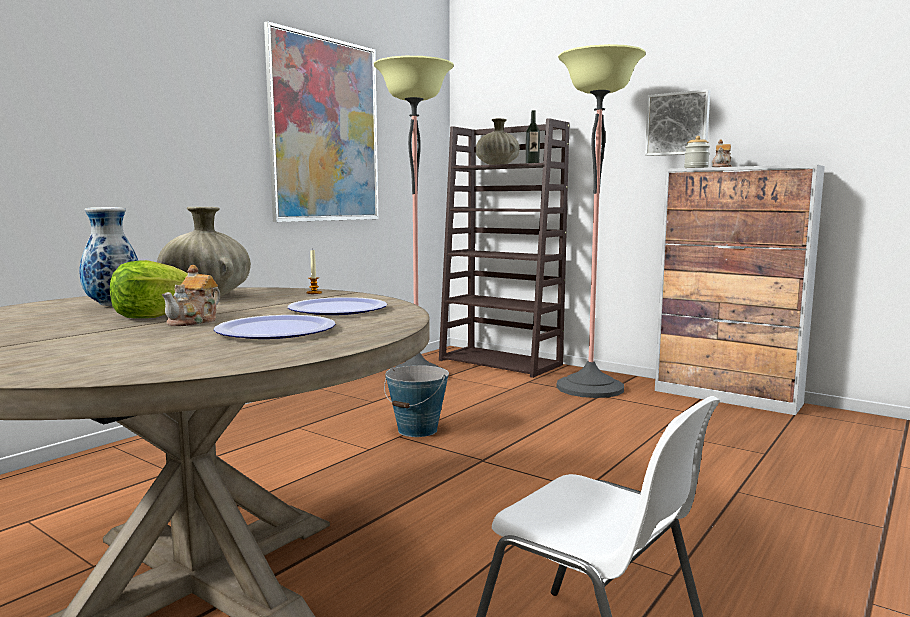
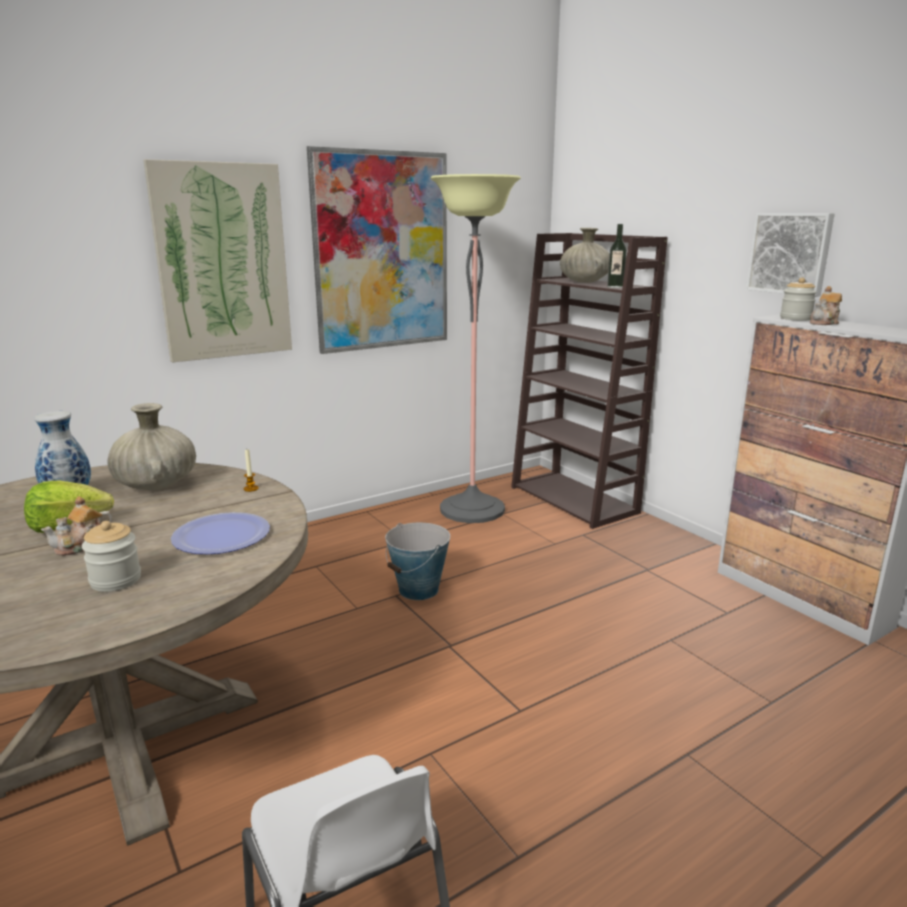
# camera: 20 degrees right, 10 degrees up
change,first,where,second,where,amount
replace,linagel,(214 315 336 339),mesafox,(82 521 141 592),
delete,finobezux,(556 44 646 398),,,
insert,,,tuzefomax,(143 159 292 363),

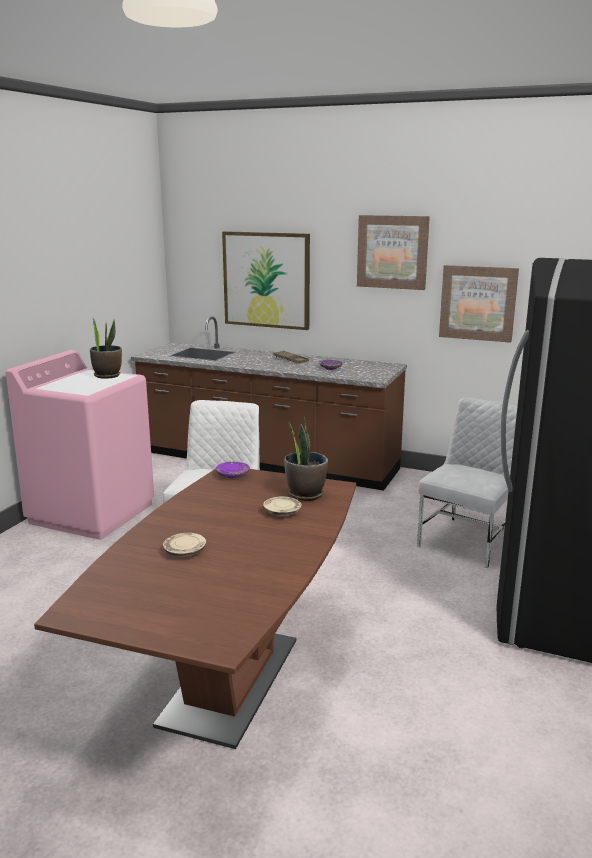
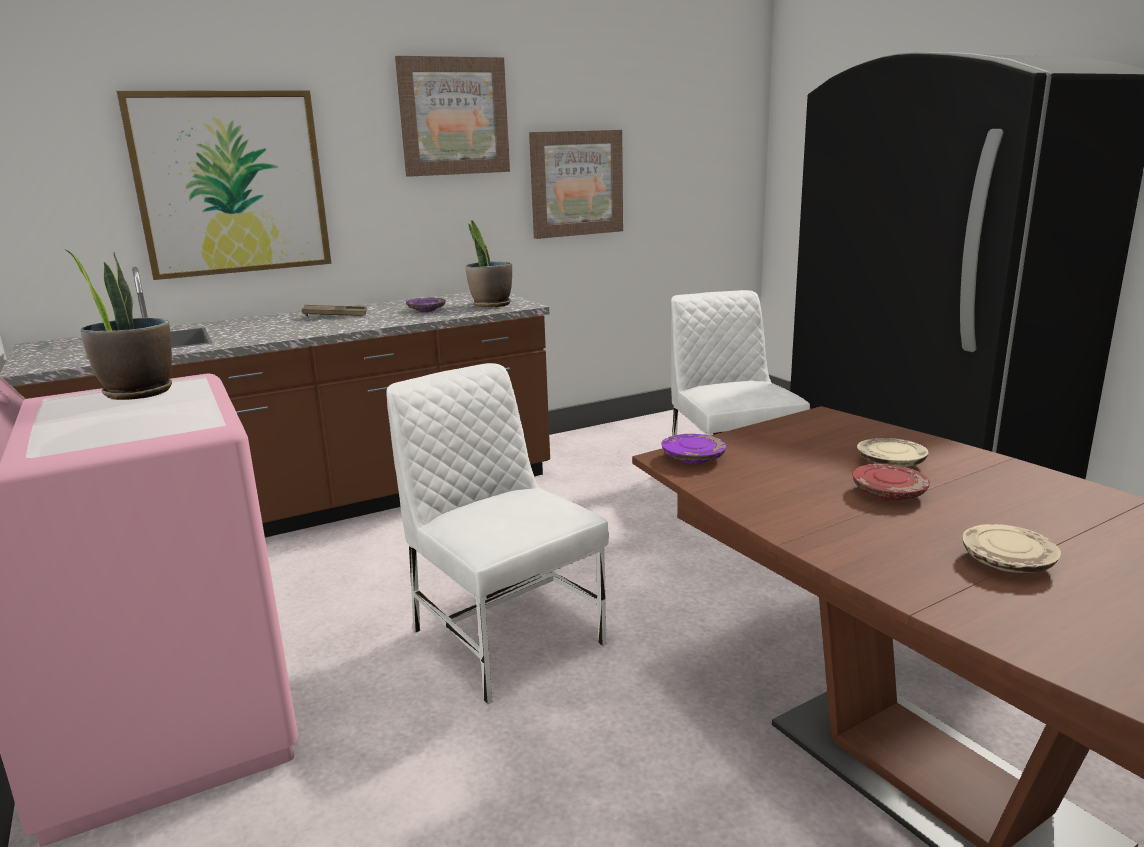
# camera: 50 degrees left, 0 degrees up
change,first,where,second,where,amount
move,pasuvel,(284 417 328 501),,(465 220 512 308),
insert,,,red linagel,(852 464 930 500),

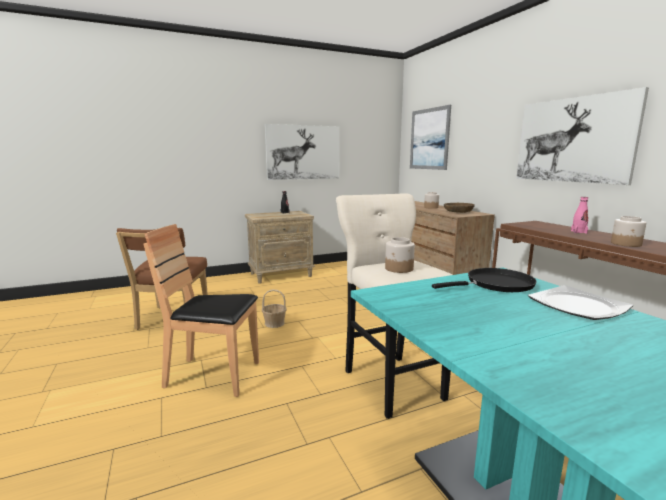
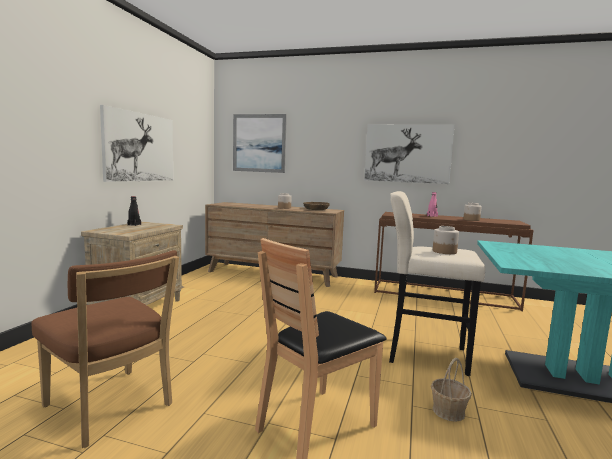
# camera: 50 degrees left, 5 degrees down
change,first,where,second,where,amount
move,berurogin,(262 289 287 328),,(431 358 472 422),
delete,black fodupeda,(432 268 537 292),,,
delete,linagel,(528 285 634 320),,,

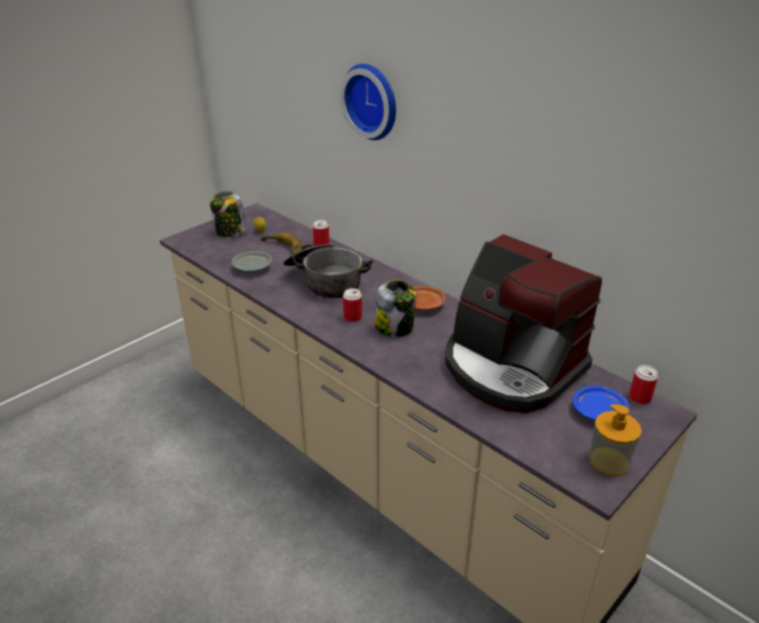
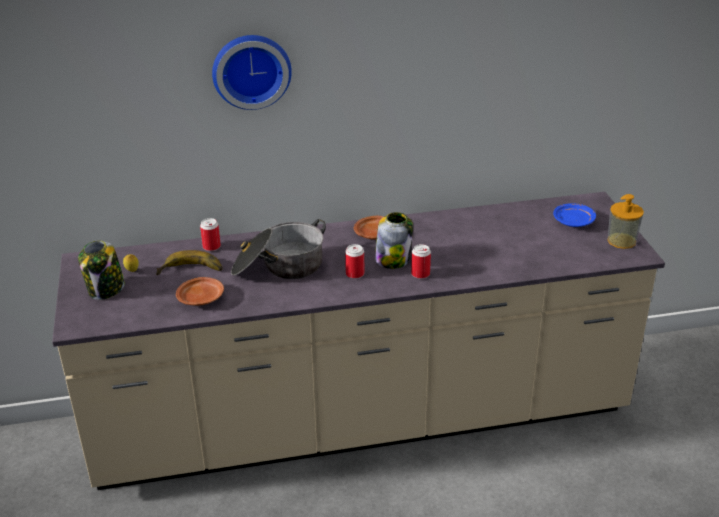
# camera: 55 degrees left, 0 degrees up
change,first,where,second,where,amount
recolor,grey linagel,(231 251 272 272),brown linagel,(176 277 224 306),
delete,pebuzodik,(445 234 602 413),,,
move,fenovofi,(629 365 658 404),,(411 244 431 279),

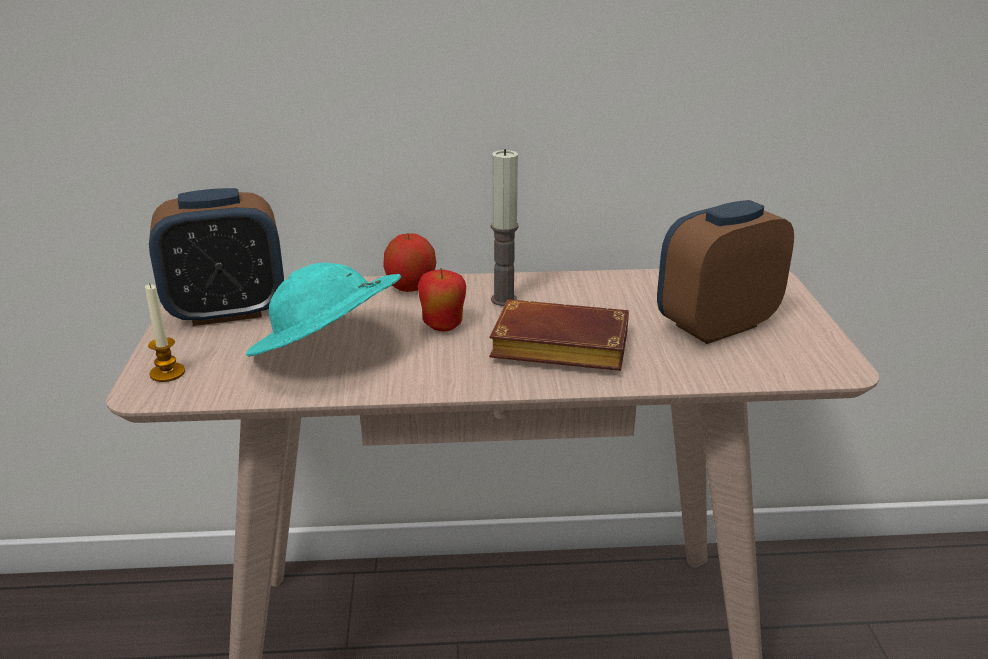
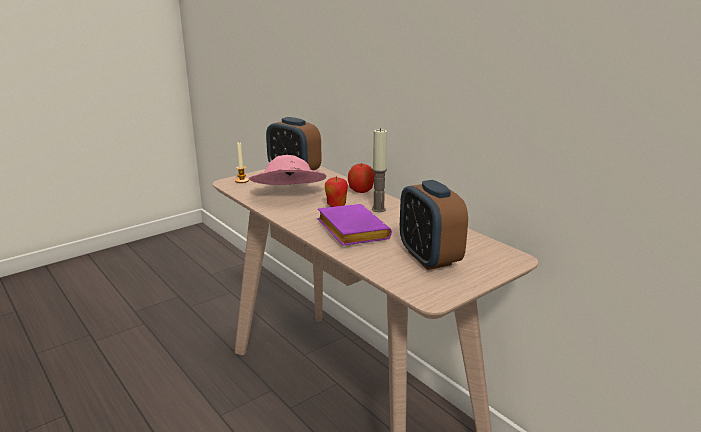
# camera: 55 degrees right, 5 degrees down
change,first,where,second,where,amount
recolor,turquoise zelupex,(246 263 401 357),pink zelupex,(249 155 326 185),
recolor,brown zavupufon,(489 299 629 371),purple zavupufon,(317 204 392 246),
rotate,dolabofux,(657 200 794 344),,(400 180 468 270),135 degrees counterclockwise

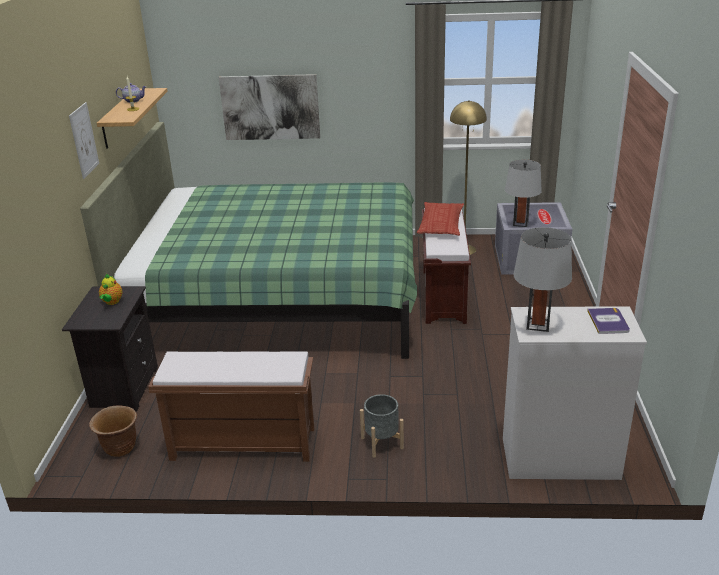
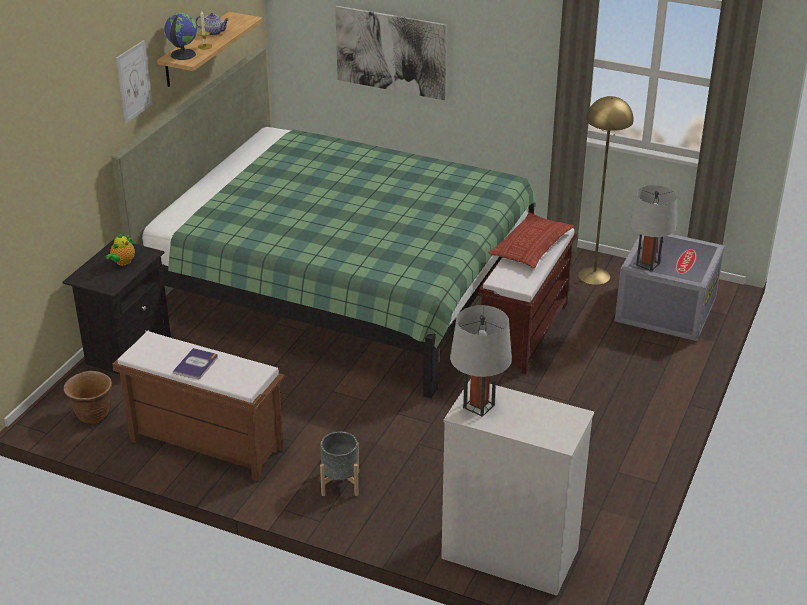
# camera: 20 degrees right, 5 degrees up
change,first,where,second,where,amount
move,zavupufon,(587 308 630 334),,(173 348 218 379),
insert,,,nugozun,(165 13 197 60),

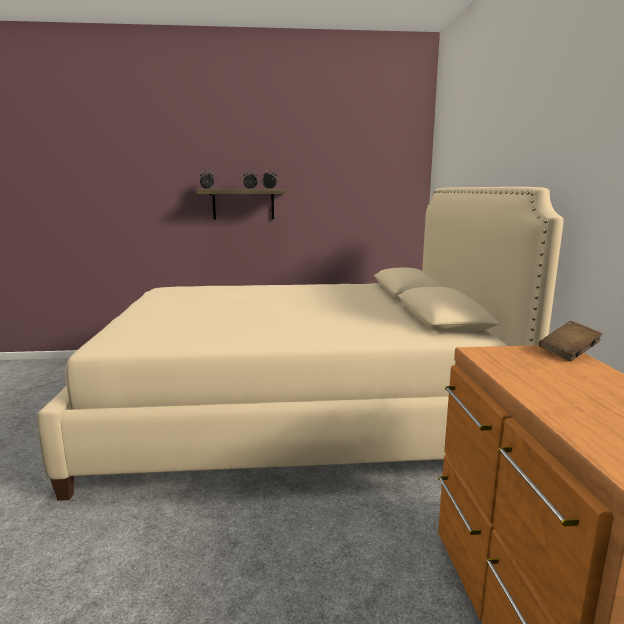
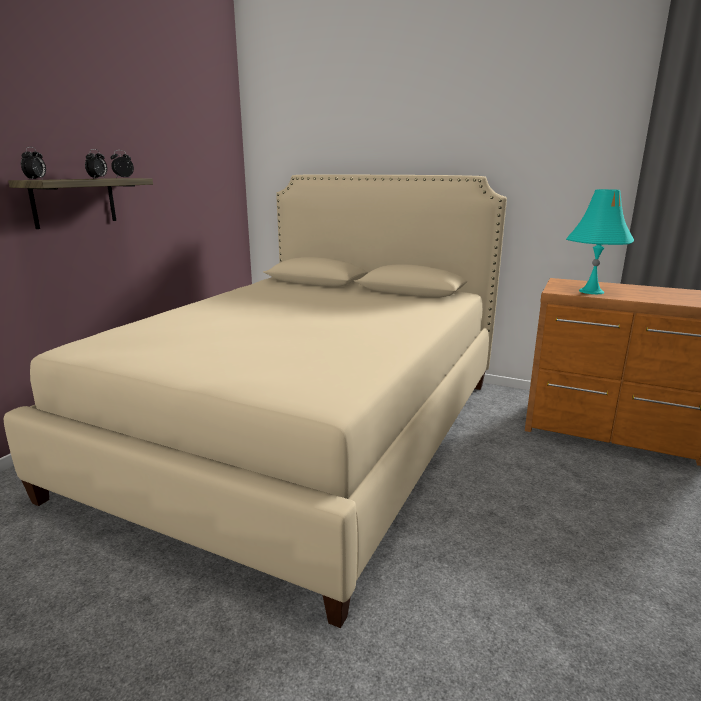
# camera: 60 degrees left, 5 degrees up
change,first,where,second,where,amount
delete,brown zavupufon,(539 321 603 361),,,
insert,,,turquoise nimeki,(566 189 634 294),

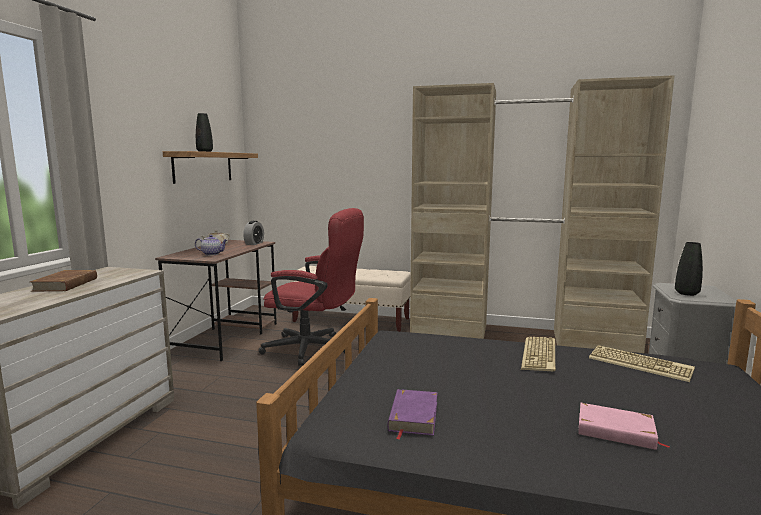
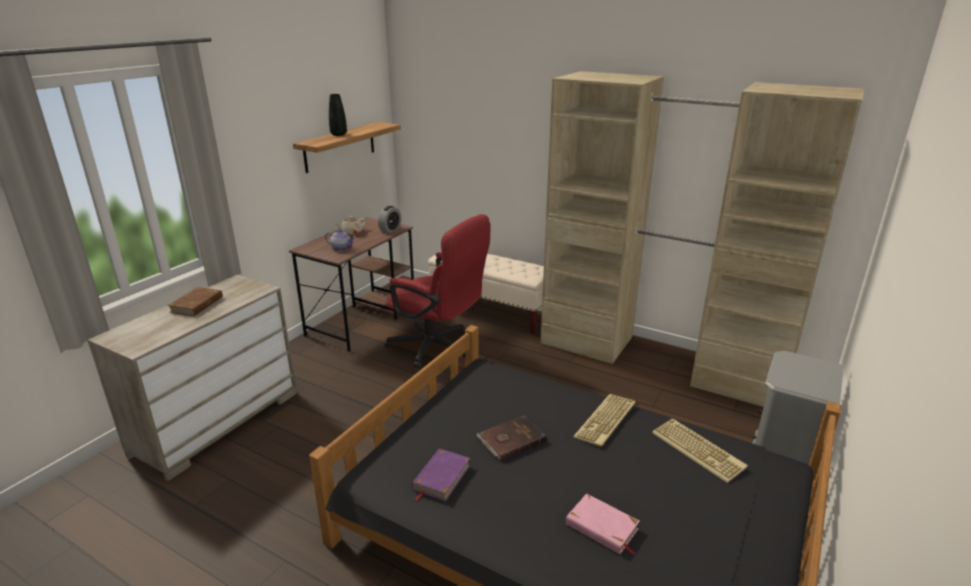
# camera: 15 degrees right, 15 degrees up
change,first,where,second,where,amount
delete,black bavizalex,(675 242 703 296),,,
insert,,,brown zavupufon,(477 415 547 461),

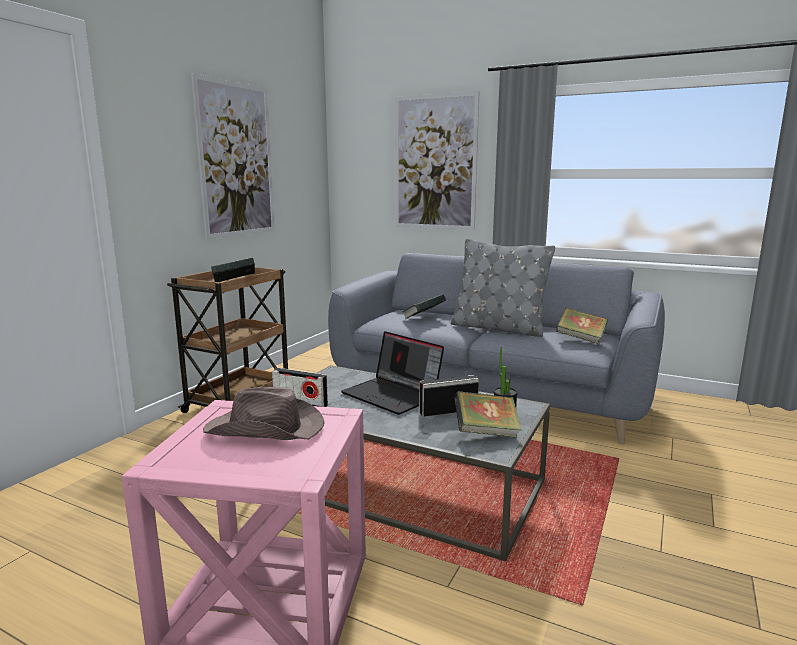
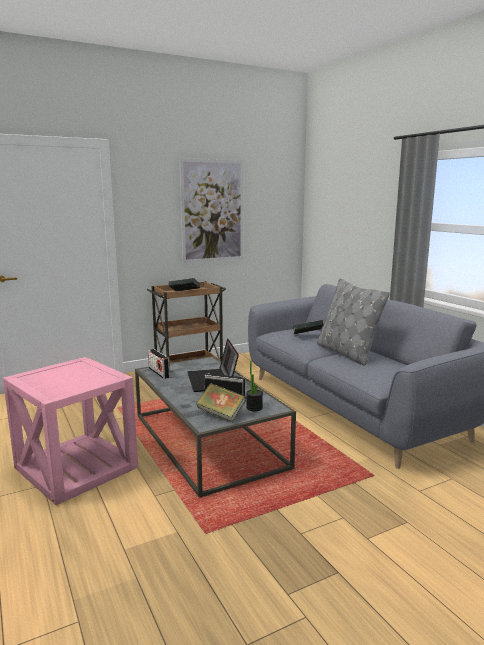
# camera: 35 degrees right, 0 degrees up
change,first,where,second,where,amount
delete,brown zelupex,(203 387 325 440),,,
delete,tuzefomax,(395 91 480 230),,,
delete,zavupufon,(556 308 608 344),,,

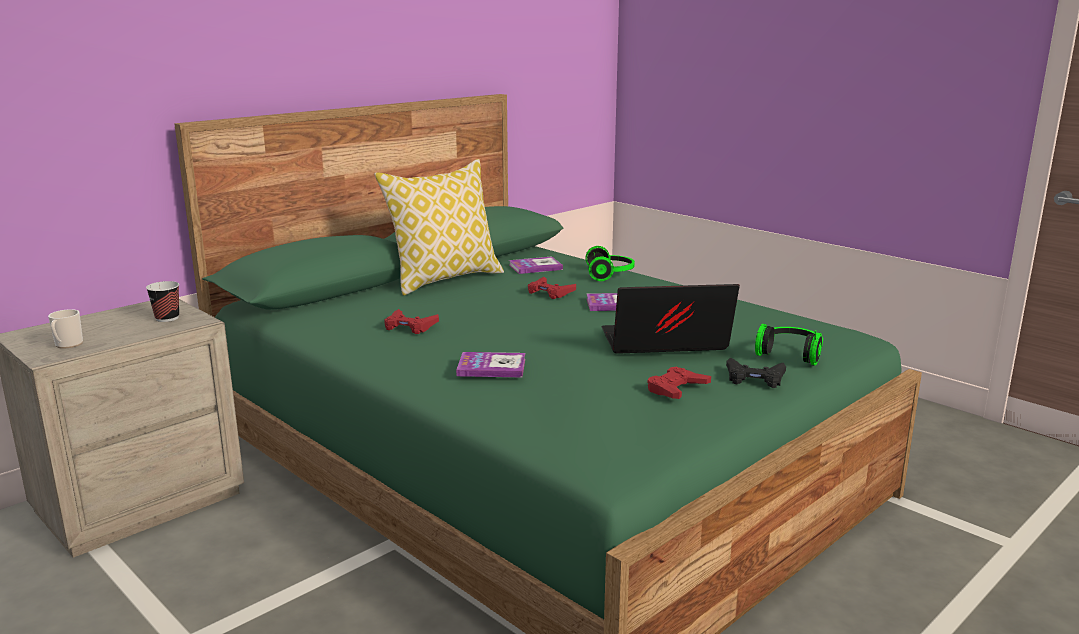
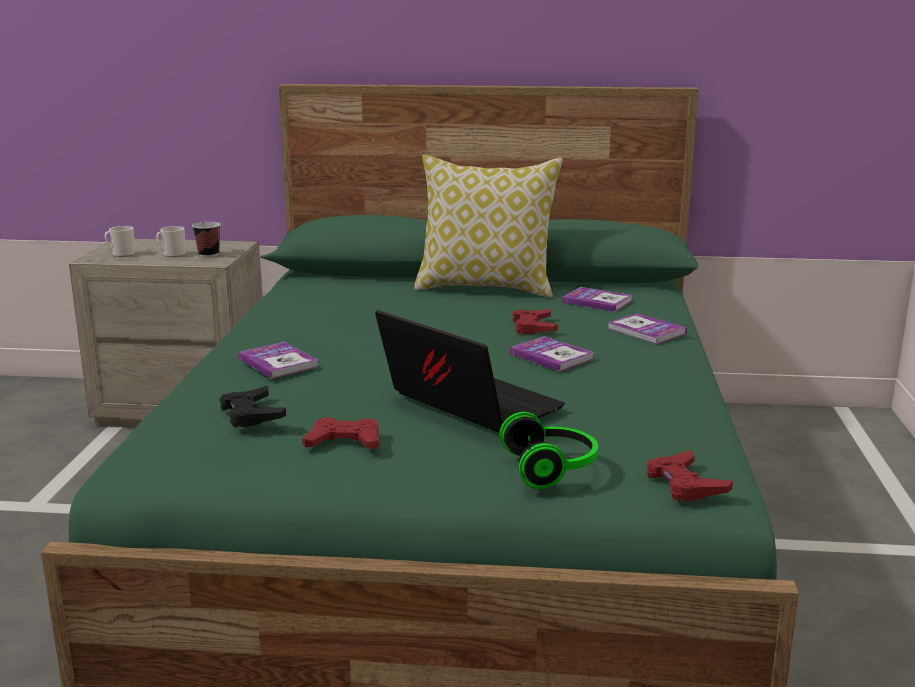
# camera: 50 degrees right, 0 degrees up
change,first,where,second,where,amount
move,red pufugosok,(384 309 439 334),,(647 450 733 501),
replace,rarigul,(585 246 635 281),zavupufon,(607 313 687 344),
move,black pufugosok,(726 358 786 388),,(220 386 286 428),
insert,,,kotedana,(156 226 185 257),

